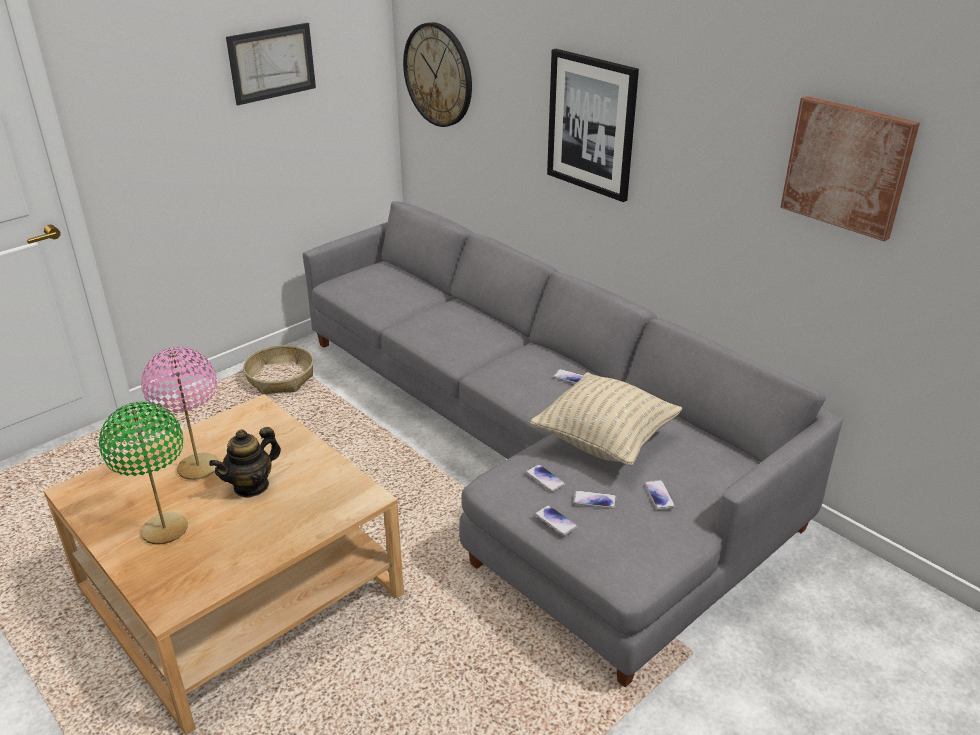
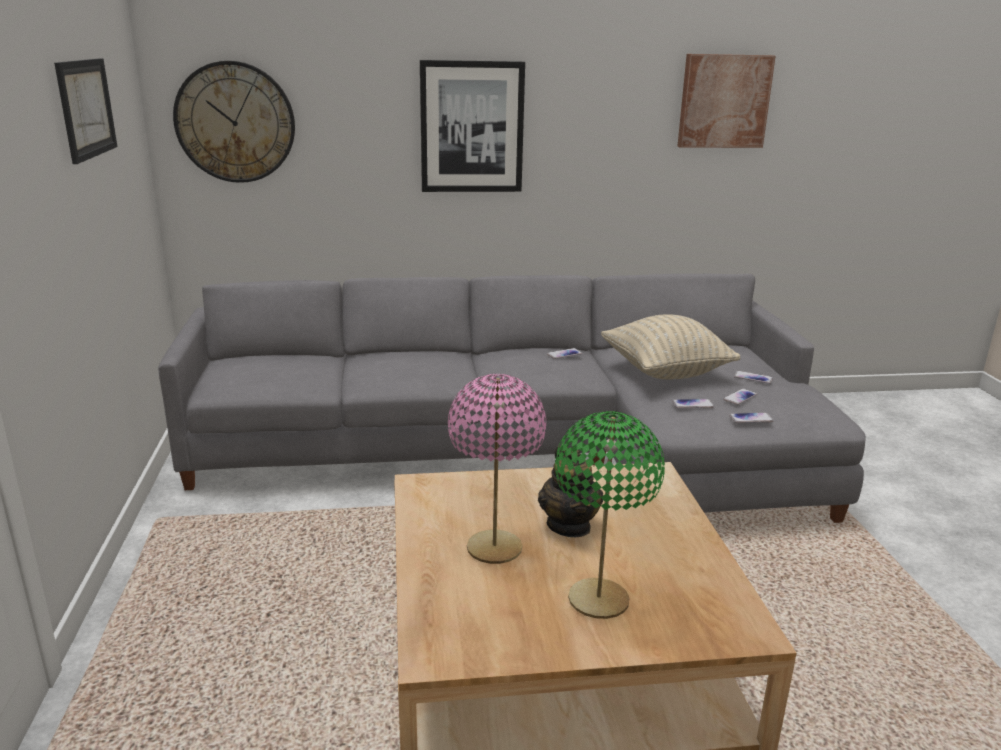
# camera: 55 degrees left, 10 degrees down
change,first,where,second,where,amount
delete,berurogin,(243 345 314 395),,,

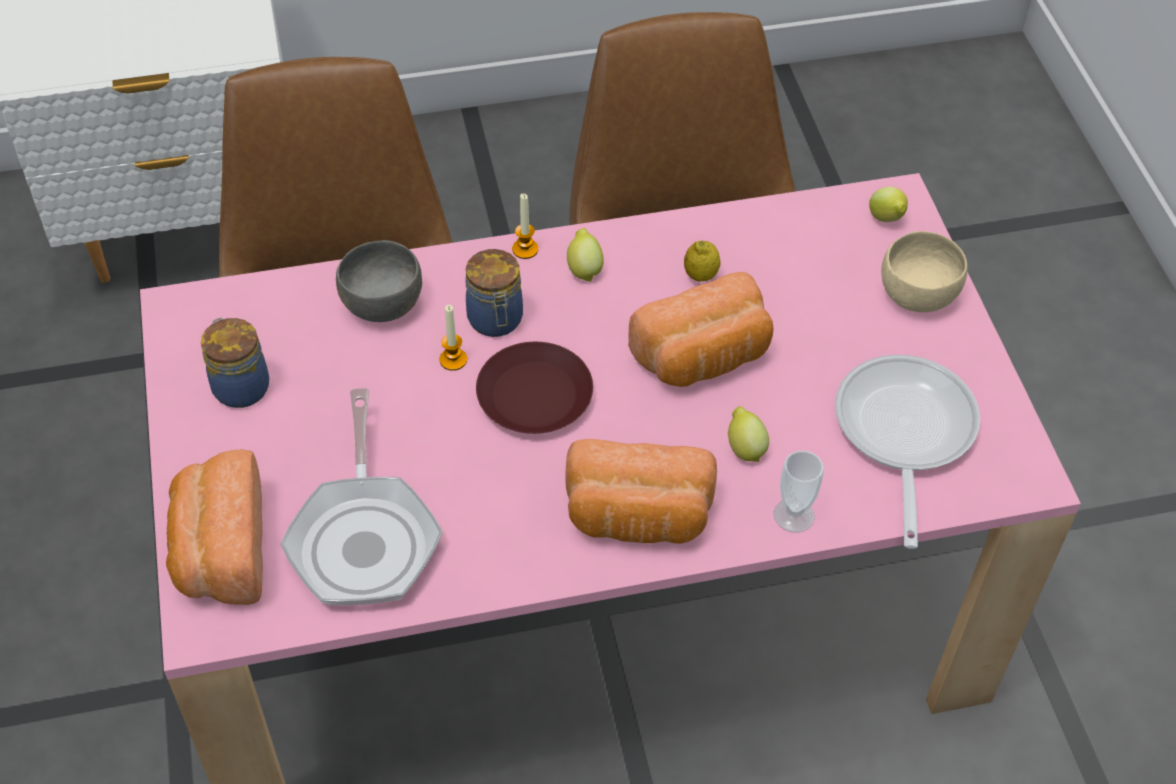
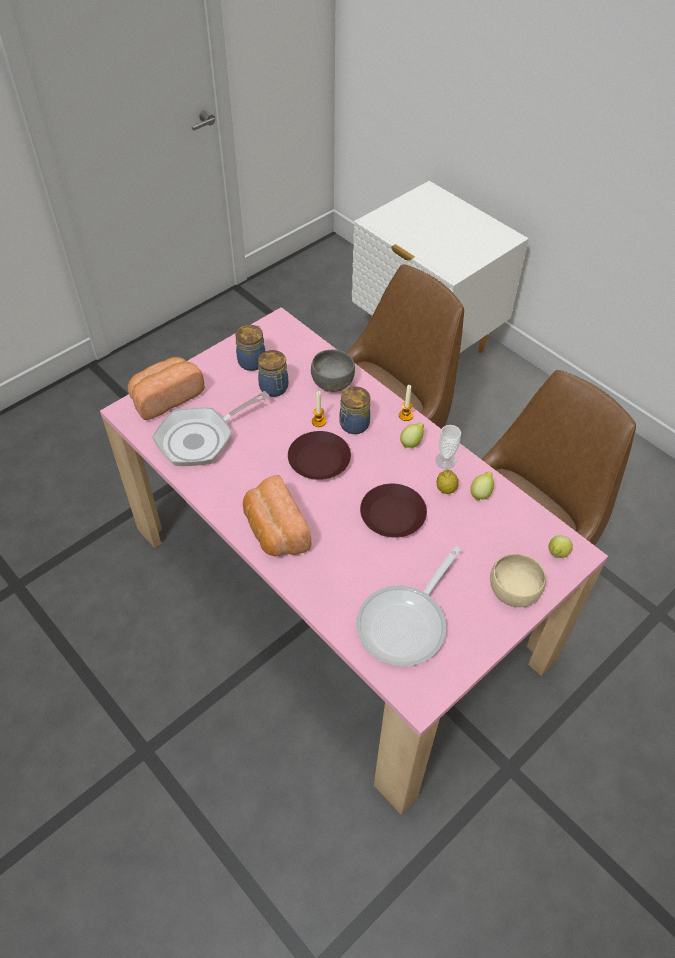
# camera: 60 degrees right, 0 degrees up
change,first,where,second,where,amount
replace,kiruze,(628 272 774 387),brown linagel,(360 484 427 538),
move,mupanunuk,(728 406 769 462),,(470 472 494 501),
move,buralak,(773 451 824 533),,(435 425 461 469),
rotate,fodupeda,(835 355 980 549),,(356 546 461 666),150 degrees clockwise
insert,,,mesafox,(258 350 288 397),

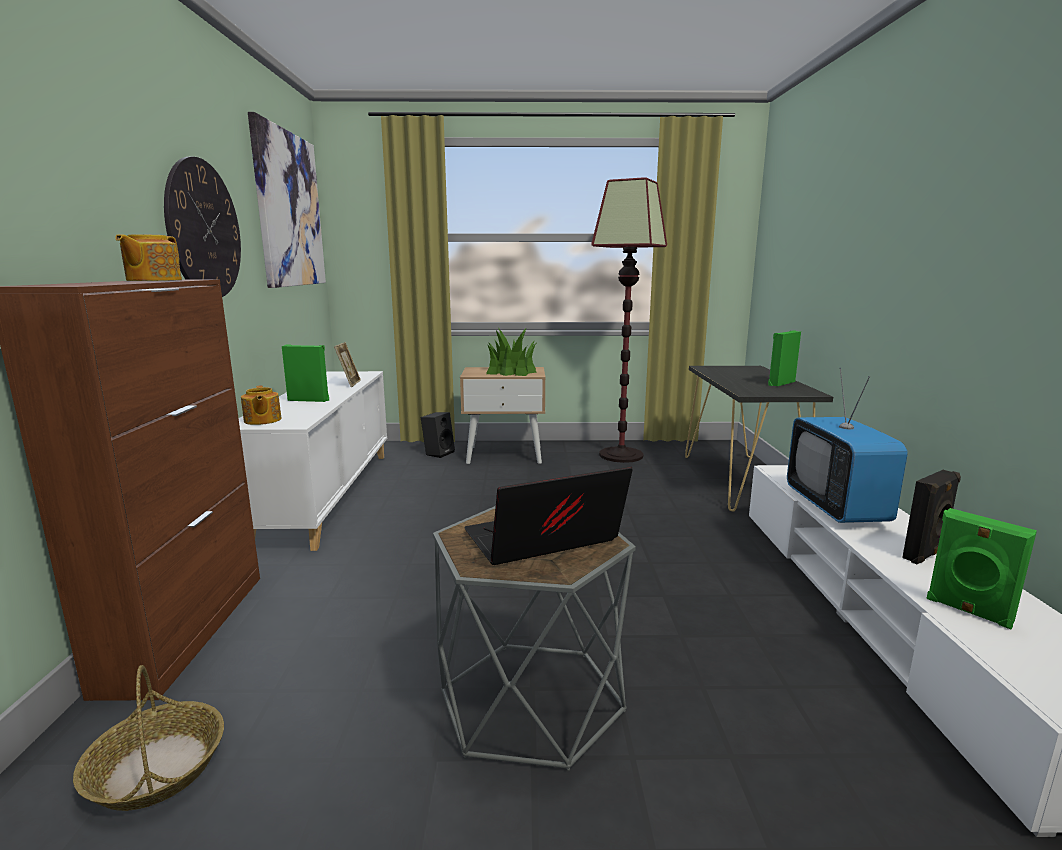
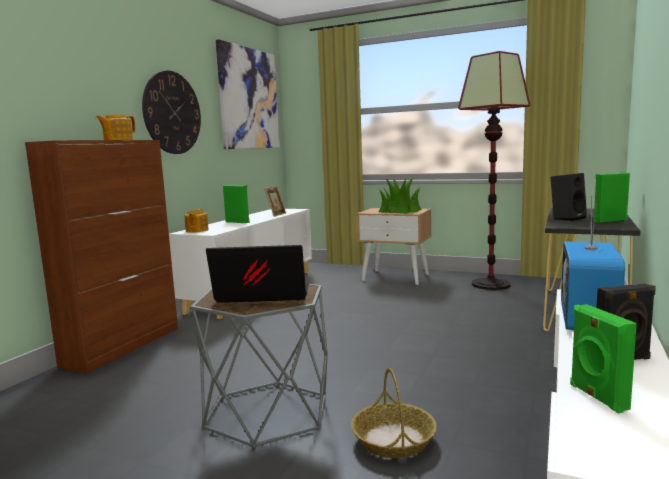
# camera: 25 degrees right, 5 degrees down
change,first,where,second,where,amount
move,berurogin,(73 665 224 811),,(351 368 437 458),
move,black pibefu,(421 412 455 458),,(551 173 587 221),

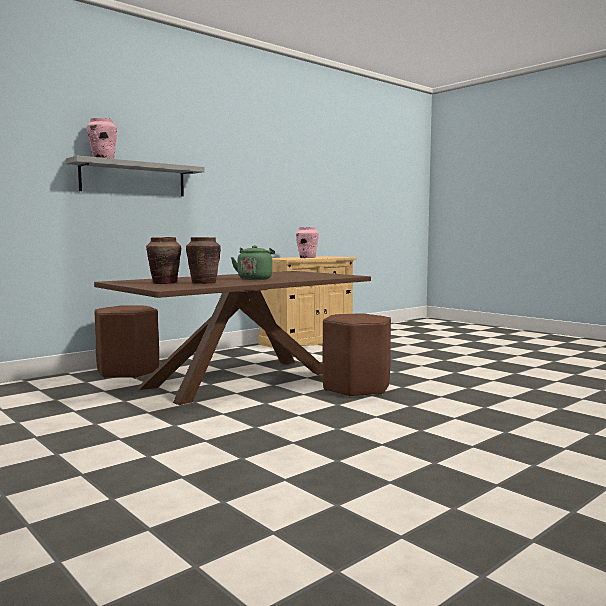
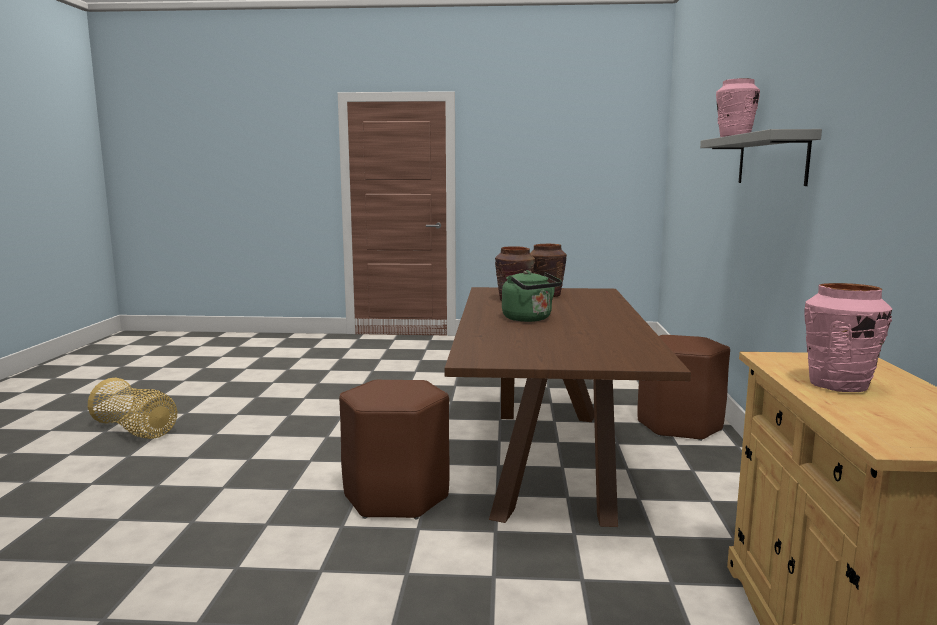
# camera: 135 degrees right, 5 degrees up
change,first,where,second,where,amount
insert,,,berurogin,(88 378 177 439),

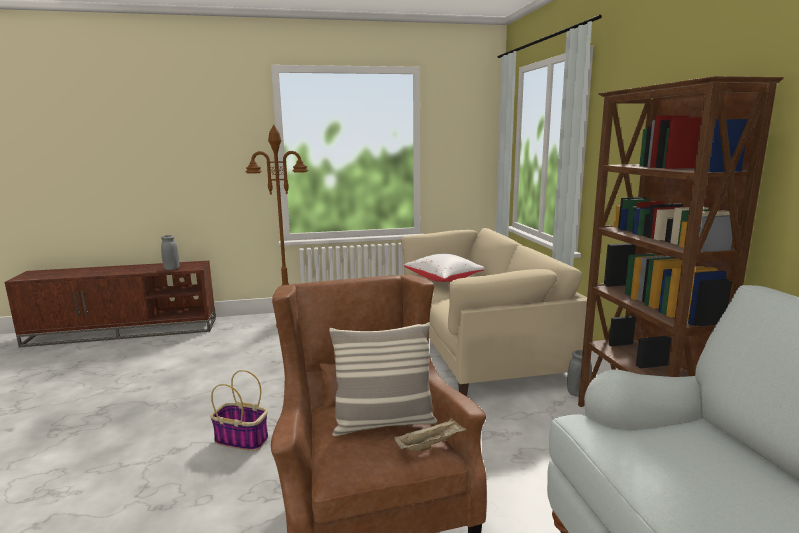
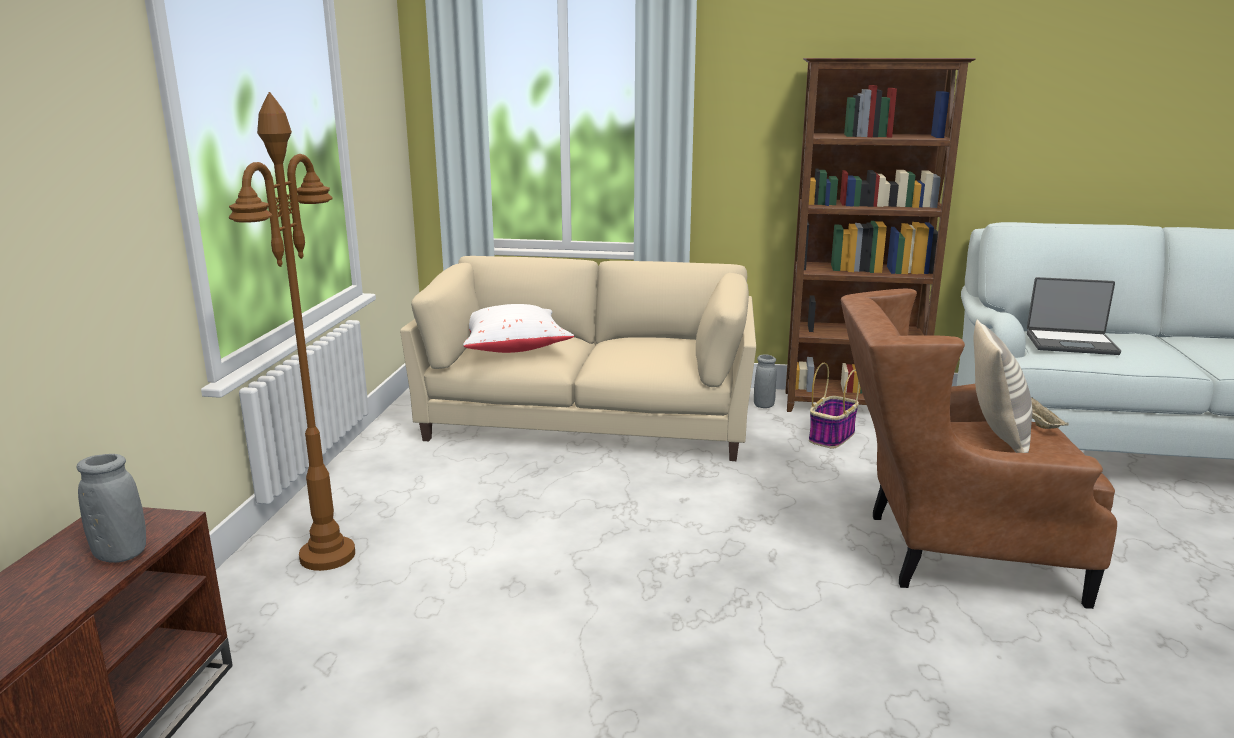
# camera: 70 degrees left, 5 degrees up
change,first,where,second,where,amount
move,berurogin,(210 370 268 451),,(809 363 860 449),
insert,,,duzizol,(1027 277 1121 355),

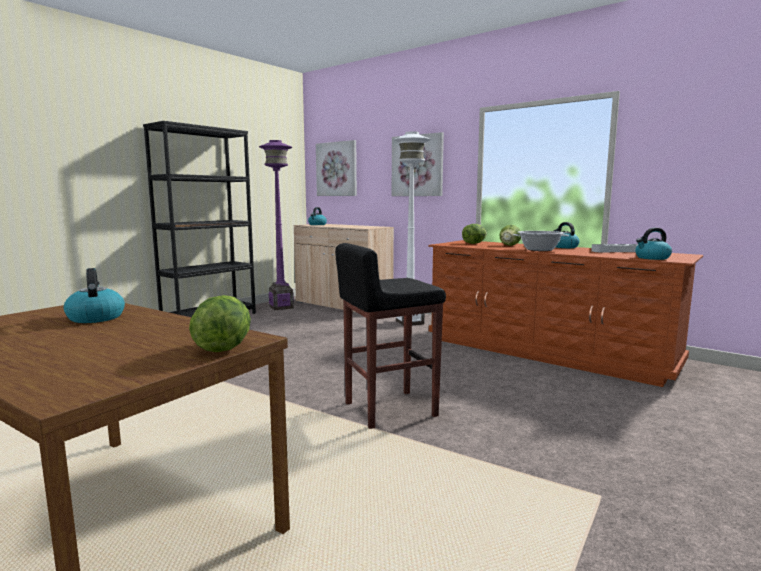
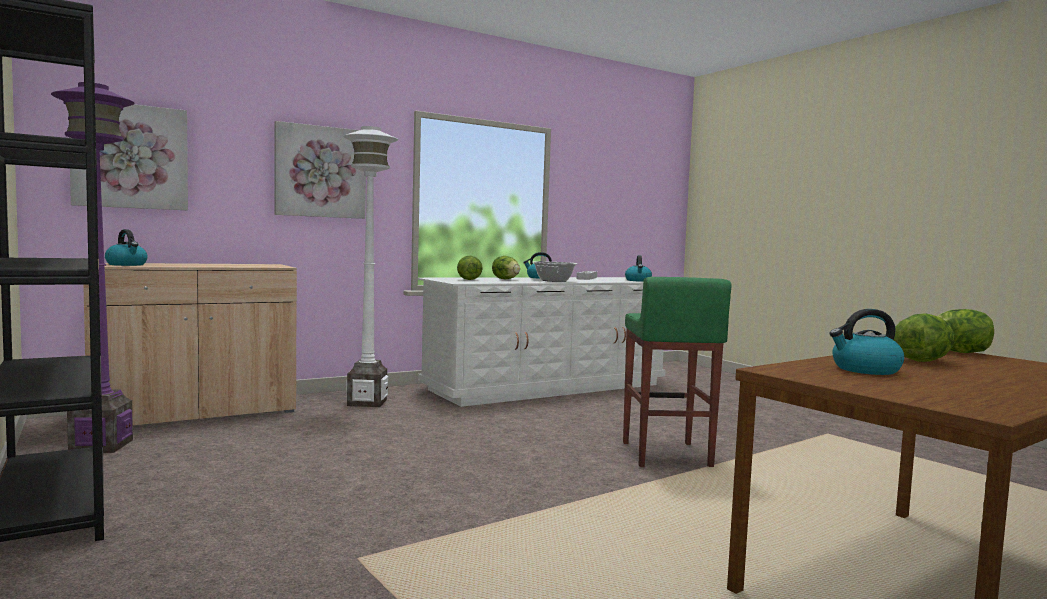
# camera: 70 degrees left, 5 degrees down
change,first,where,second,where,amount
recolor,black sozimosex,(335 243 446 429),green sozimosex,(623 277 732 467),
recolor,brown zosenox,(428 240 703 387),white zosenox,(418 277 666 407),
insert,,,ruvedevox,(893 313 955 362),

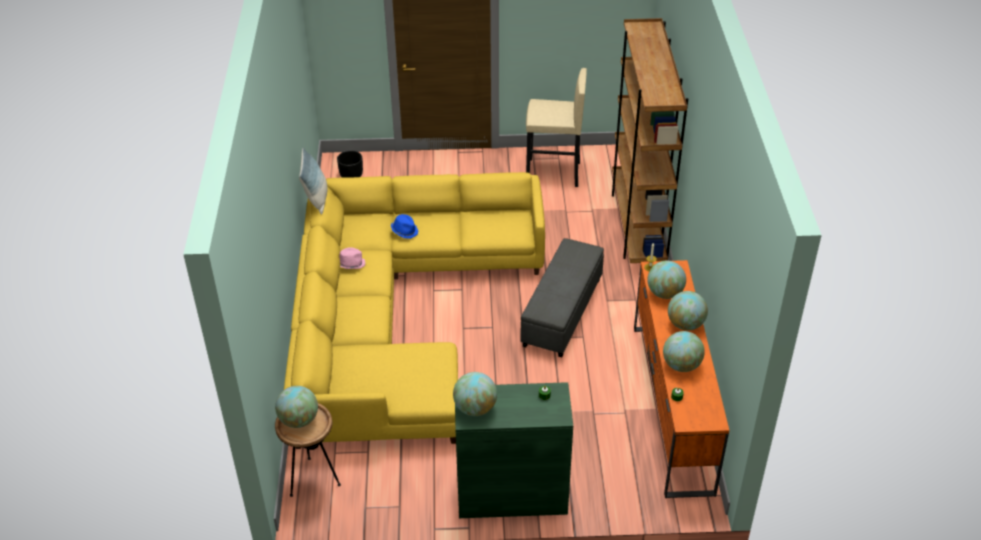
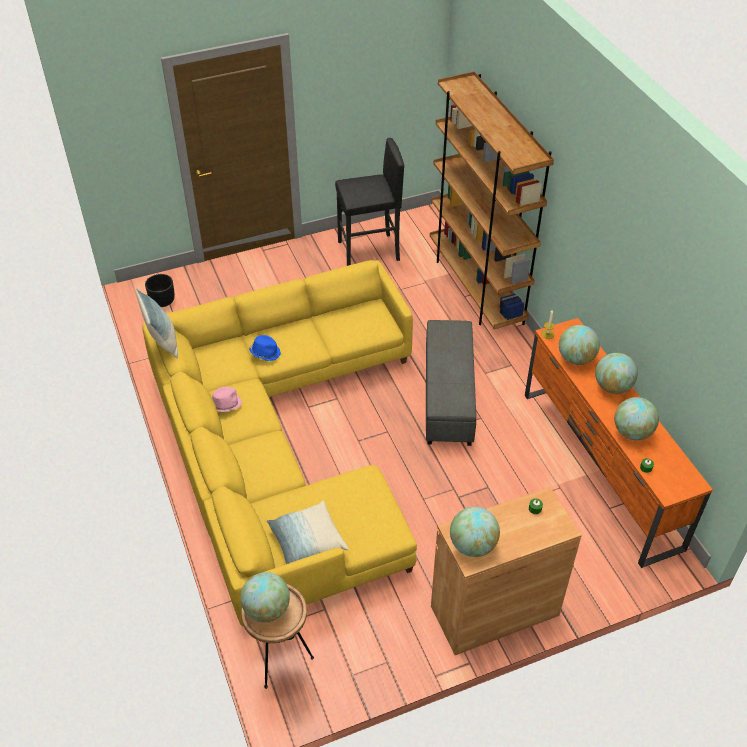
# camera: 20 degrees left, 5 degrees up
change,first,where,second,where,amount
recolor,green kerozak,(455 382 573 518),brown kerozak,(431 487 582 655),
recolor,beige sozimosex,(526 68 587 187),black sozimosex,(335 138 404 266),
insert,,,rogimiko,(266 501 349 564),

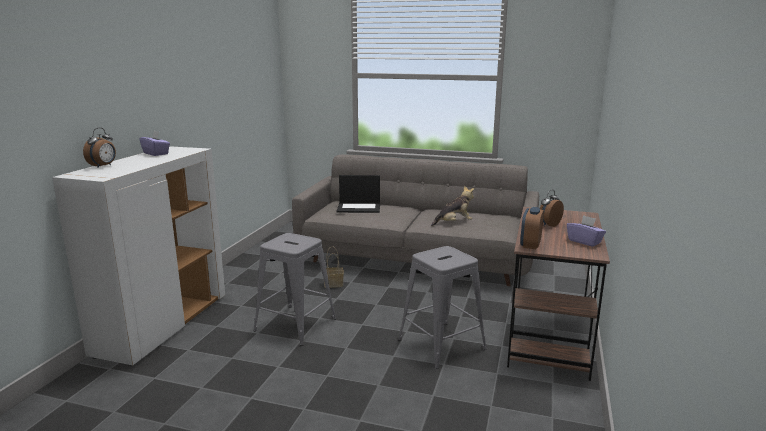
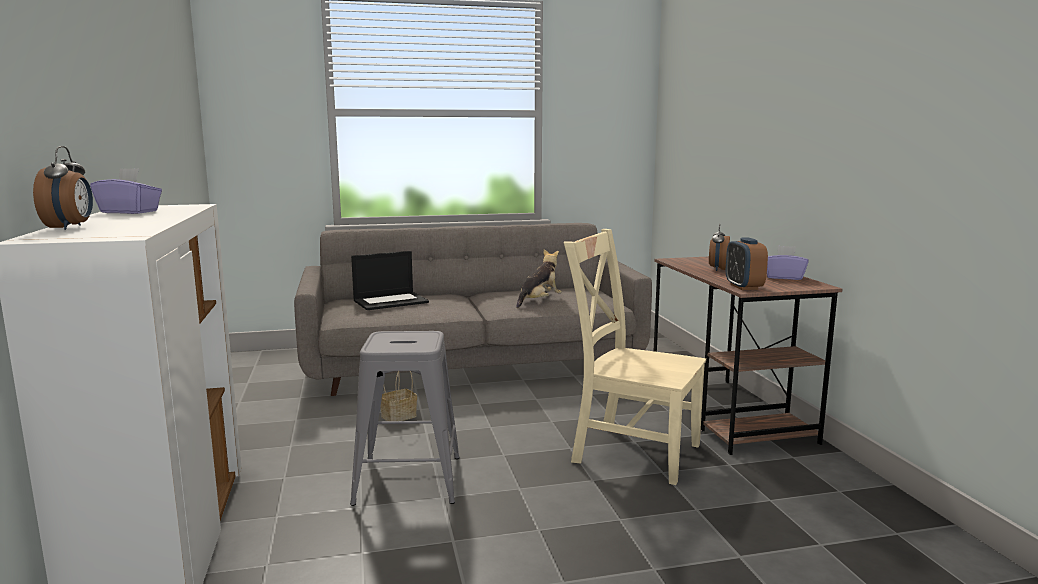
# camera: 30 degrees left, 5 degrees down
change,first,where,second,where,amount
replace,grey sozimosex,(398 246 486 369),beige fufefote,(564 229 706 485),

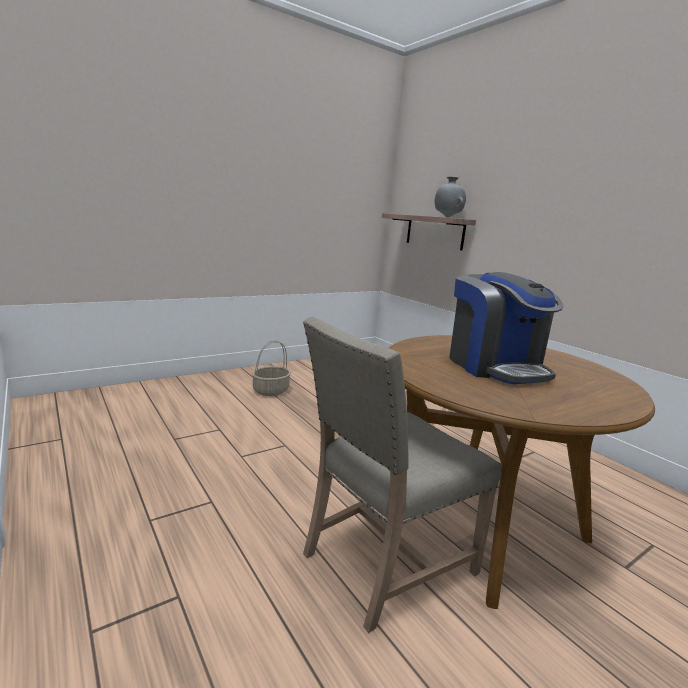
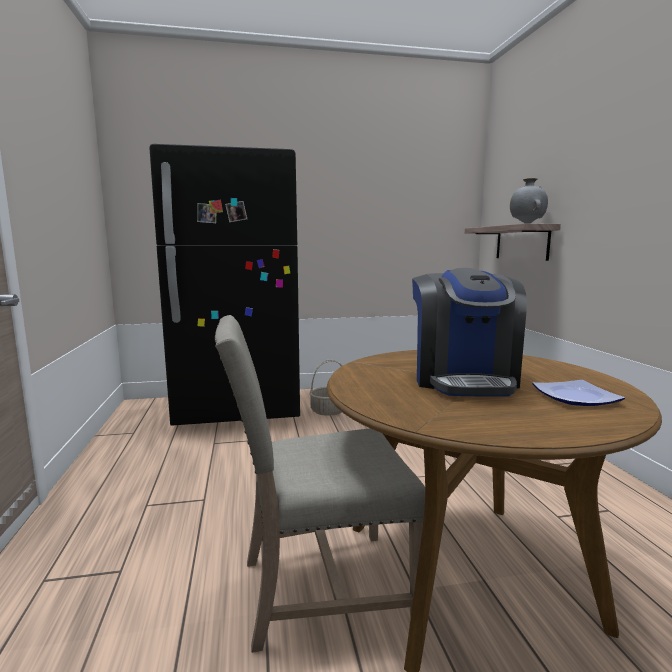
# camera: 25 degrees right, 5 degrees down
change,first,where,second,where,amount
insert,,,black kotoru,(149 144 300 426),
insert,,,linagel,(532 380 625 406),

